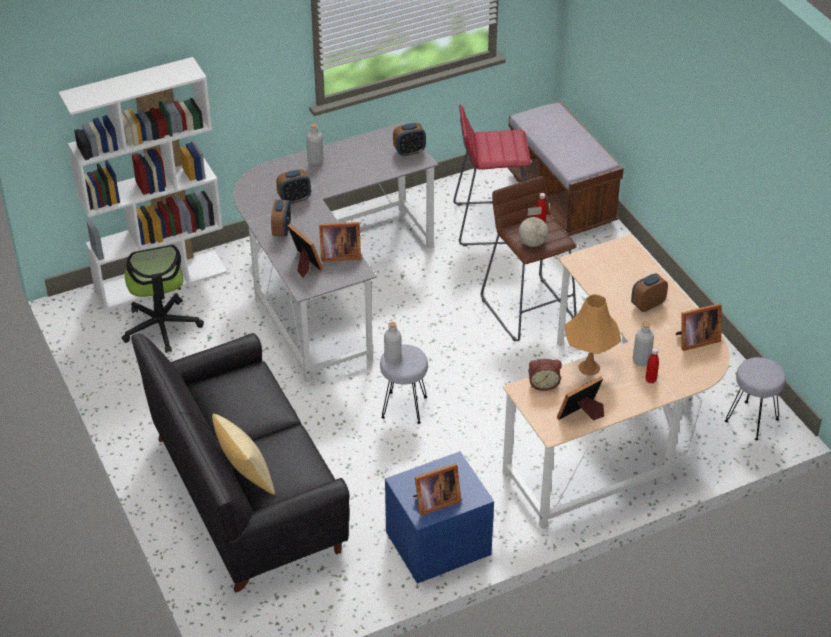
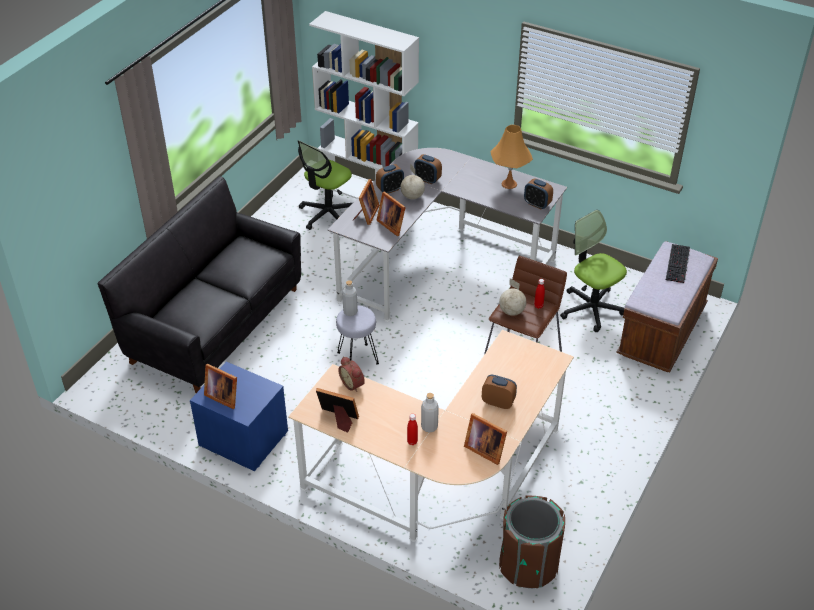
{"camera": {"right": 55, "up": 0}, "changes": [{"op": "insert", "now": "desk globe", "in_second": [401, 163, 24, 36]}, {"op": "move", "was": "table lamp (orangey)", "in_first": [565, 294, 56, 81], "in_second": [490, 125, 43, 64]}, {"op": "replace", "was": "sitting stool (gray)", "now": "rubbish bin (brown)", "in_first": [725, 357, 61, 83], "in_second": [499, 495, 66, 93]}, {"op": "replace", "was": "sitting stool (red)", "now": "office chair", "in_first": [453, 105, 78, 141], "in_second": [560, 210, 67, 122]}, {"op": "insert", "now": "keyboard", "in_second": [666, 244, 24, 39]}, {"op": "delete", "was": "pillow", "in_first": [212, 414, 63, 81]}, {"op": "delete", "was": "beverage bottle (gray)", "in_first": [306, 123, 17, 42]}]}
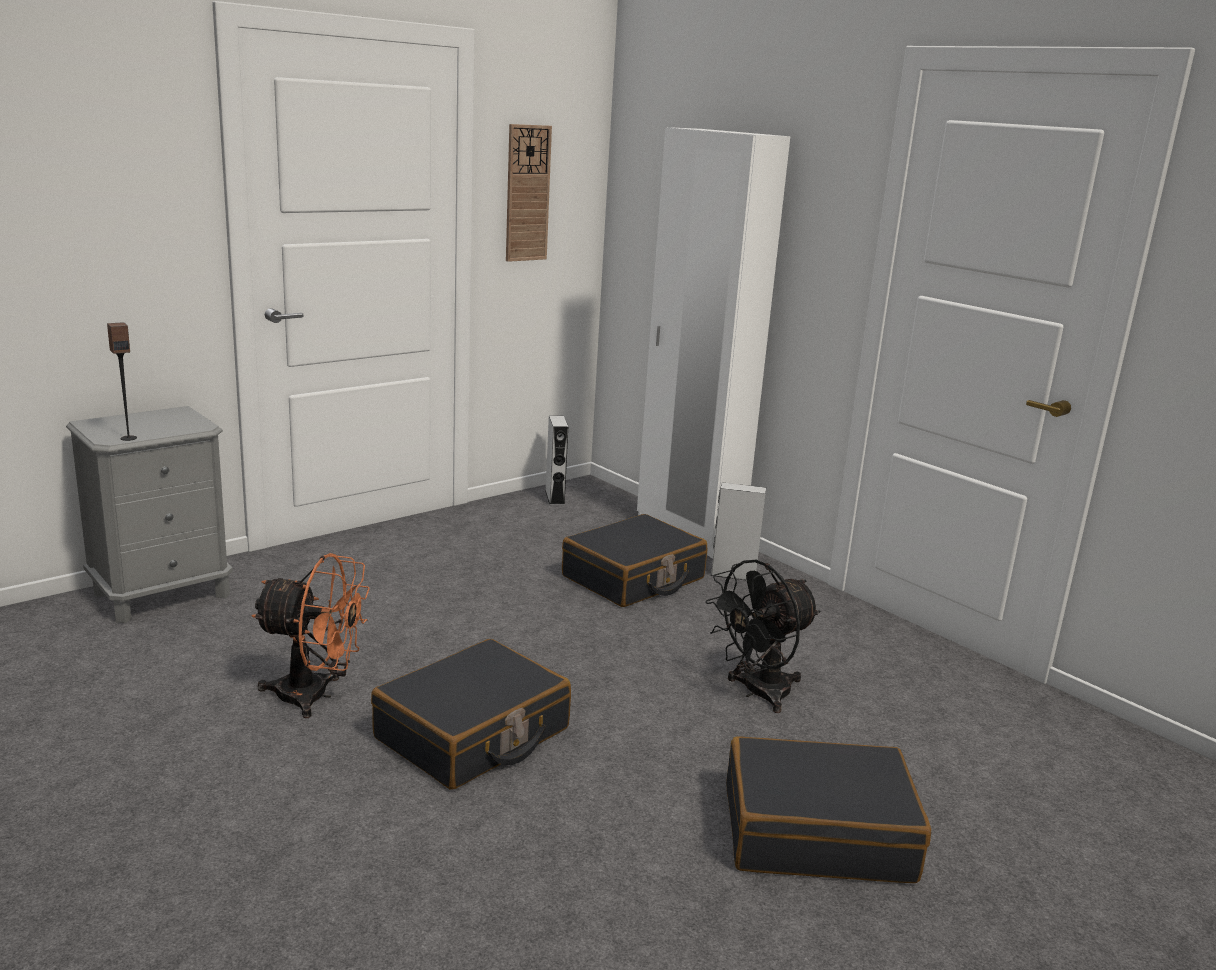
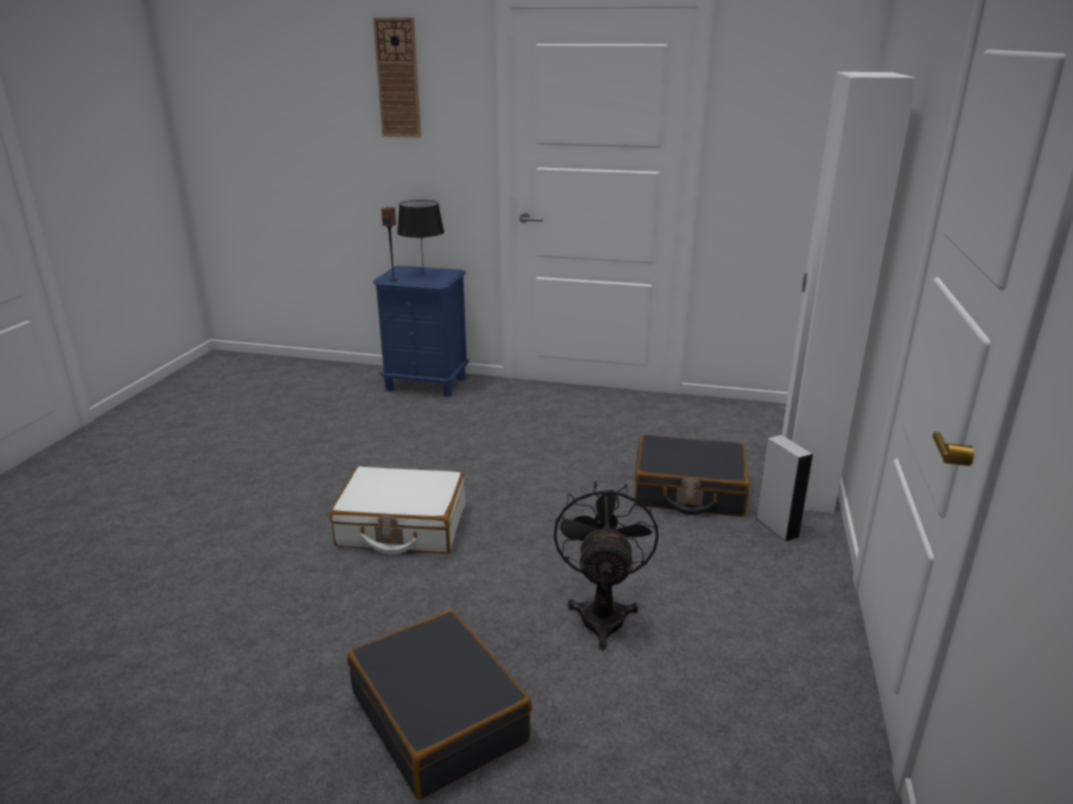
{"camera": {"right": 55, "up": 5}, "changes": [{"op": "recolor", "was": "piece of luggage (black-coloured)", "now": "piece of luggage (white)", "in_first": [371, 639, 200, 151], "in_second": [330, 466, 135, 89]}, {"op": "move", "was": "wall clock", "in_first": [506, 124, 46, 138], "in_second": [373, 17, 48, 121]}, {"op": "recolor", "was": "night table (gray)", "now": "night table (blue-coloured)", "in_first": [66, 406, 167, 217], "in_second": [373, 266, 96, 131]}, {"op": "insert", "now": "table lamp (black-coloured)", "in_second": [397, 200, 47, 74]}, {"op": "rotate", "was": "cooling fan (black-coloured)", "in_first": [705, 560, 115, 153], "in_second": [554, 481, 104, 169], "clockwise": 75}, {"op": "delete", "was": "cooling fan (orangey)", "in_first": [251, 553, 119, 165]}, {"op": "delete", "was": "loudspeaker (gray)", "in_first": [545, 415, 23, 90]}]}
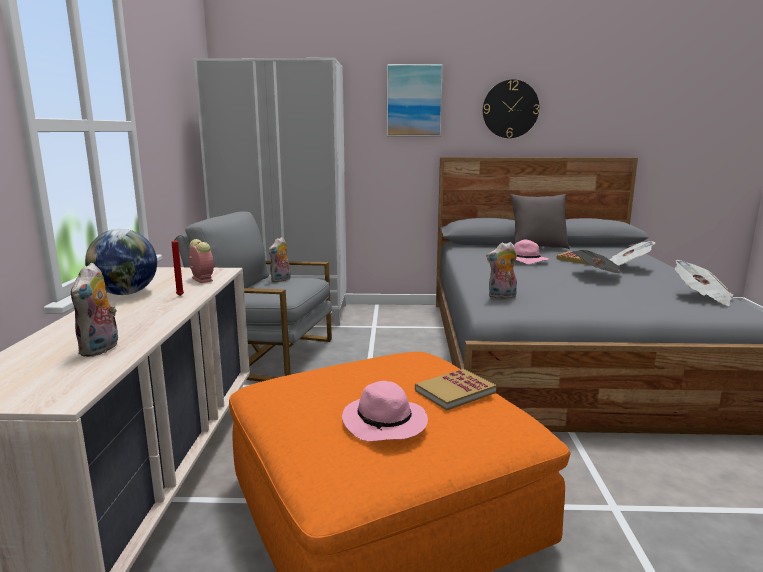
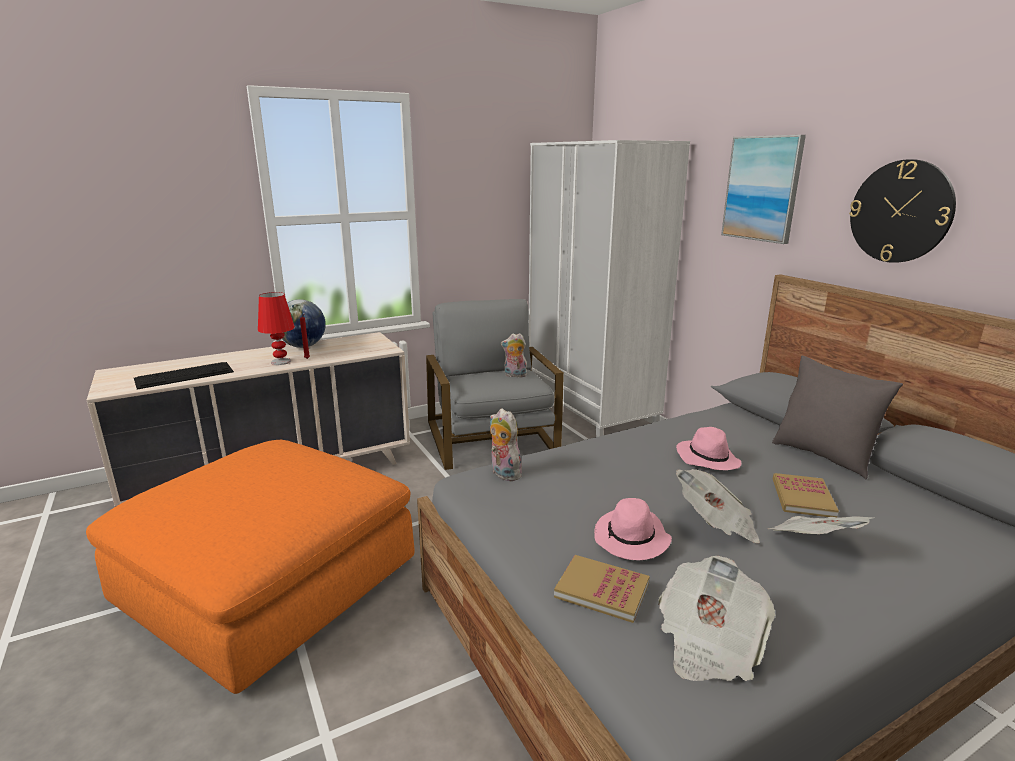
{"camera": {"right": 60, "up": 5}, "changes": [{"op": "replace", "was": "cuddly toy", "now": "keyboard", "in_first": [71, 262, 47, 95], "in_second": [134, 362, 100, 27]}, {"op": "insert", "now": "table lamp (red)", "in_second": [258, 292, 37, 73]}, {"op": "move", "was": "book", "in_first": [415, 369, 82, 41], "in_second": [554, 555, 96, 68]}, {"op": "move", "was": "clothing hat (pink-coloured)", "in_first": [342, 381, 86, 60], "in_second": [594, 498, 78, 62]}, {"op": "delete", "was": "table clock", "in_first": [189, 239, 25, 44]}]}
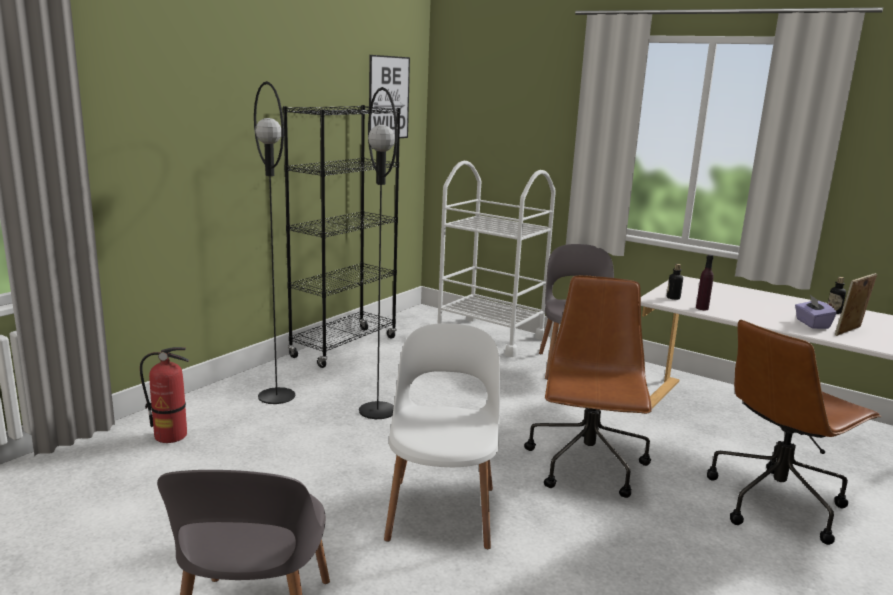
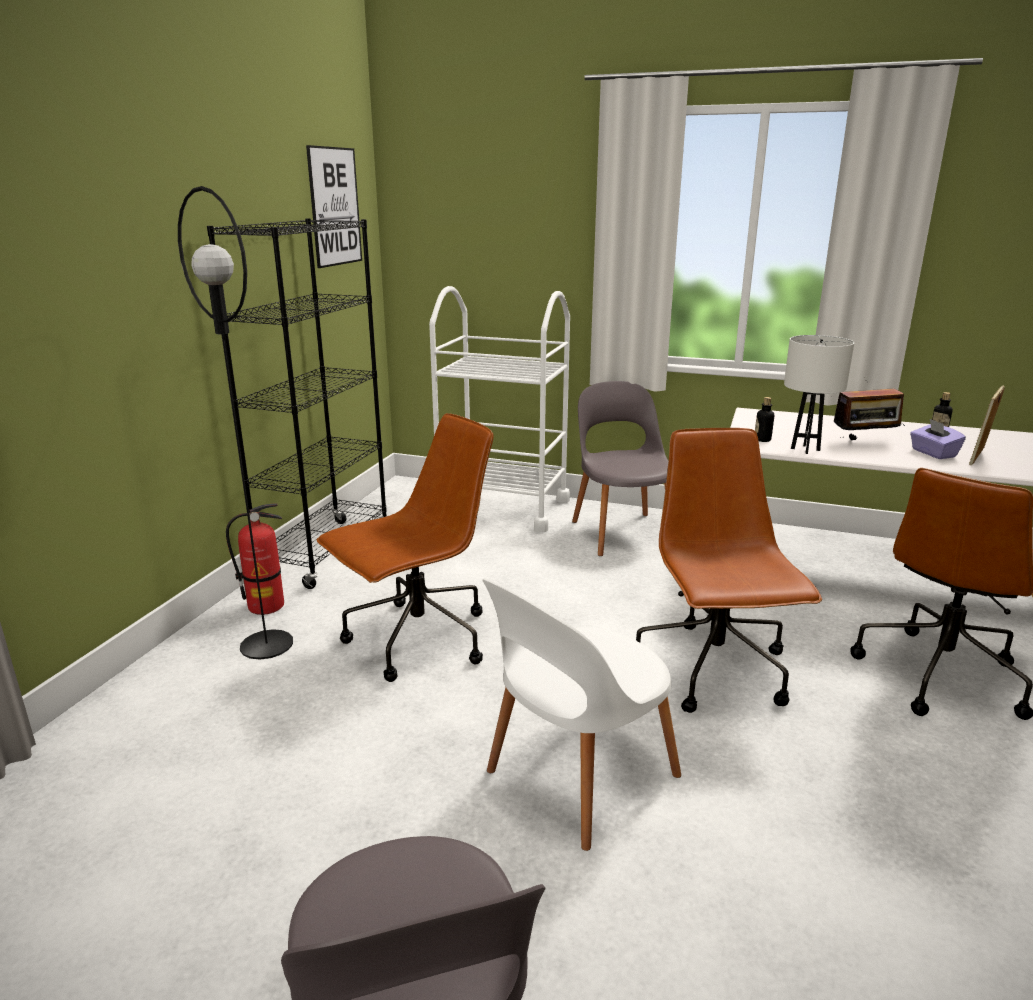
{"camera": {"right": -15, "up": 5}, "changes": [{"op": "move", "was": "fire-fighting cylinder", "in_first": [140, 347, 49, 96], "in_second": [226, 503, 58, 112]}, {"op": "replace", "was": "standard lamp (black-coloured)", "now": "office chair (brown)", "in_first": [359, 87, 39, 332], "in_second": [316, 413, 177, 269]}, {"op": "rotate", "was": "upright chair (white)", "in_first": [384, 323, 116, 226], "in_second": [482, 578, 199, 273], "clockwise": -120}, {"op": "replace", "was": "beverage bottle (purple-coloured)", "now": "table lamp (white)", "in_first": [696, 255, 18, 55], "in_second": [784, 335, 70, 119]}, {"op": "insert", "now": "radio receiver", "in_second": [834, 380, 71, 60]}]}
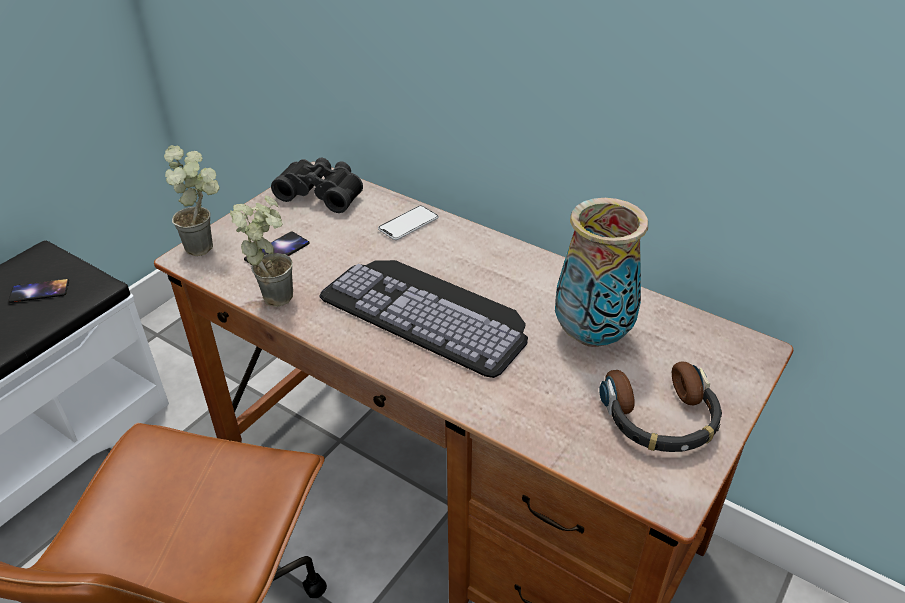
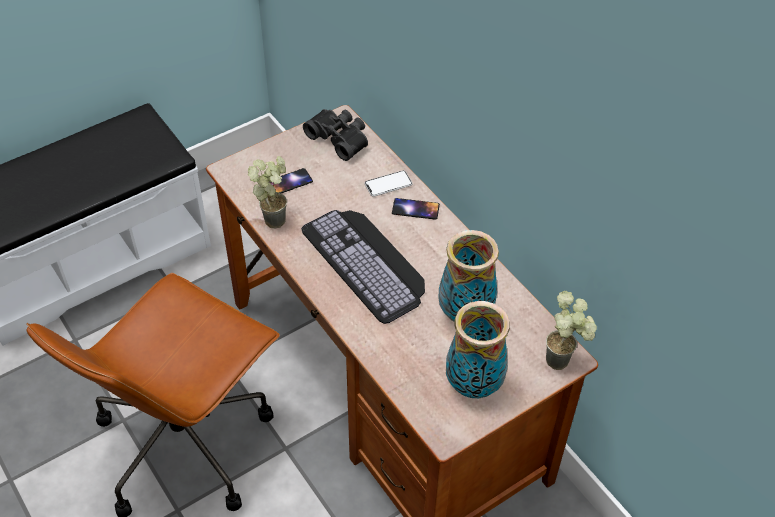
{"camera": {"right": 20, "up": 10}, "changes": [{"op": "move", "was": "handset", "in_first": [8, 279, 61, 24], "in_second": [392, 198, 48, 22]}, {"op": "replace", "was": "headset", "now": "flower vase", "in_first": [599, 362, 123, 90], "in_second": [446, 301, 64, 97]}, {"op": "move", "was": "potted plant", "in_first": [164, 145, 56, 111], "in_second": [546, 291, 51, 79]}]}
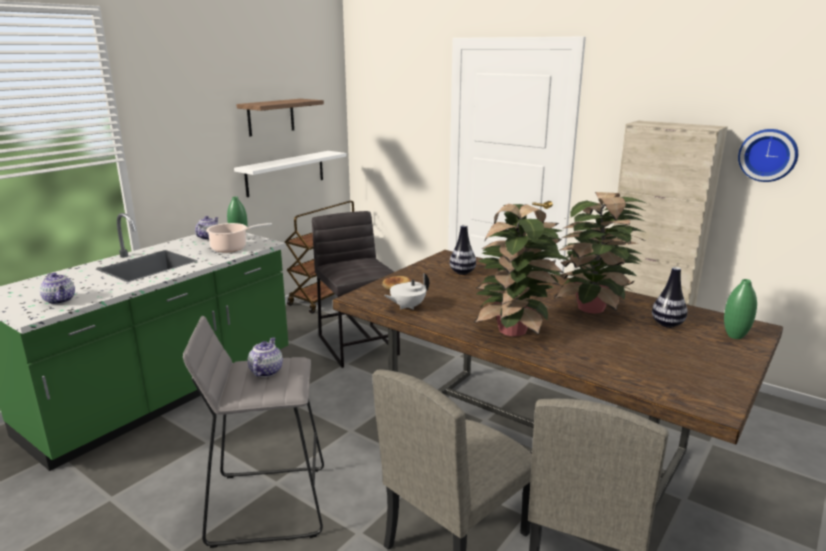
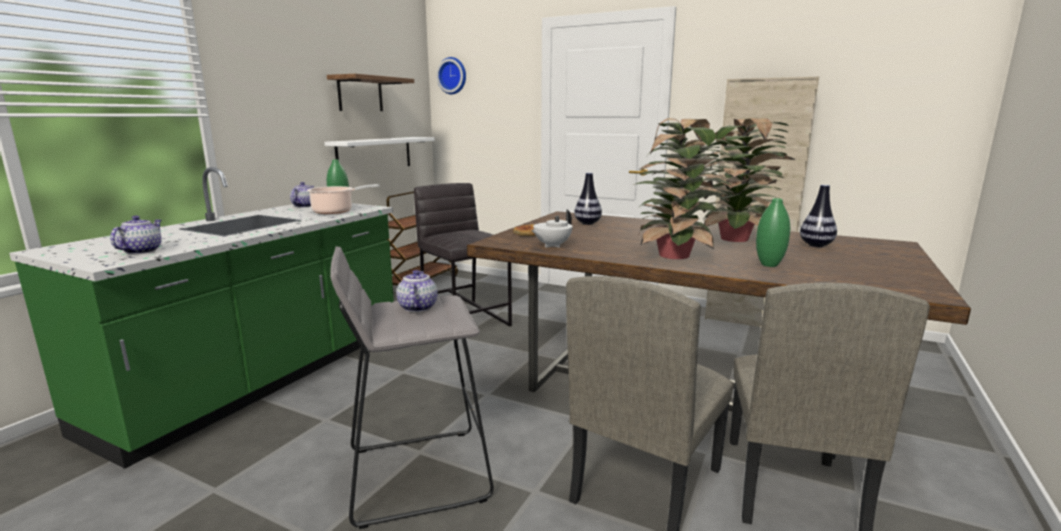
{"camera": {"right": -10, "up": -5}, "changes": [{"op": "rotate", "was": "pot for tea", "in_first": [40, 273, 35, 31], "in_second": [110, 216, 52, 38], "clockwise": -120}, {"op": "move", "was": "wall clock", "in_first": [738, 129, 60, 53], "in_second": [436, 57, 30, 37]}, {"op": "move", "was": "flower vase (greenish)", "in_first": [724, 279, 33, 60], "in_second": [756, 198, 34, 69]}]}
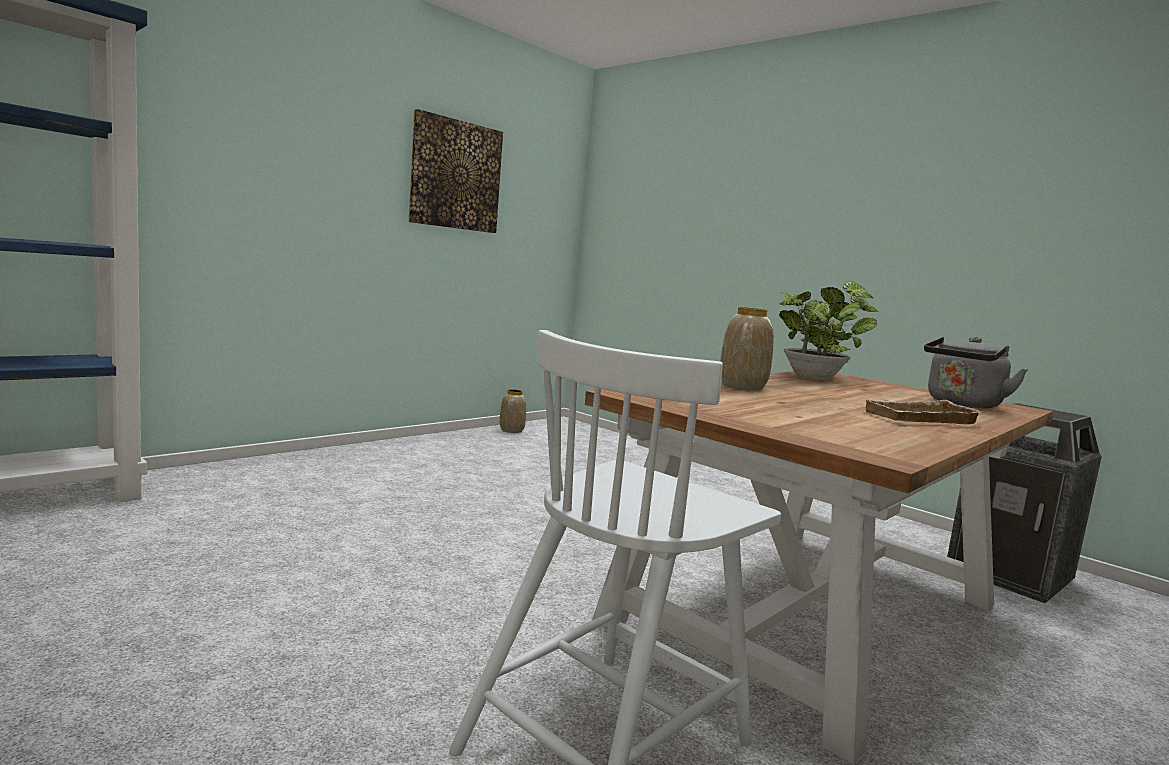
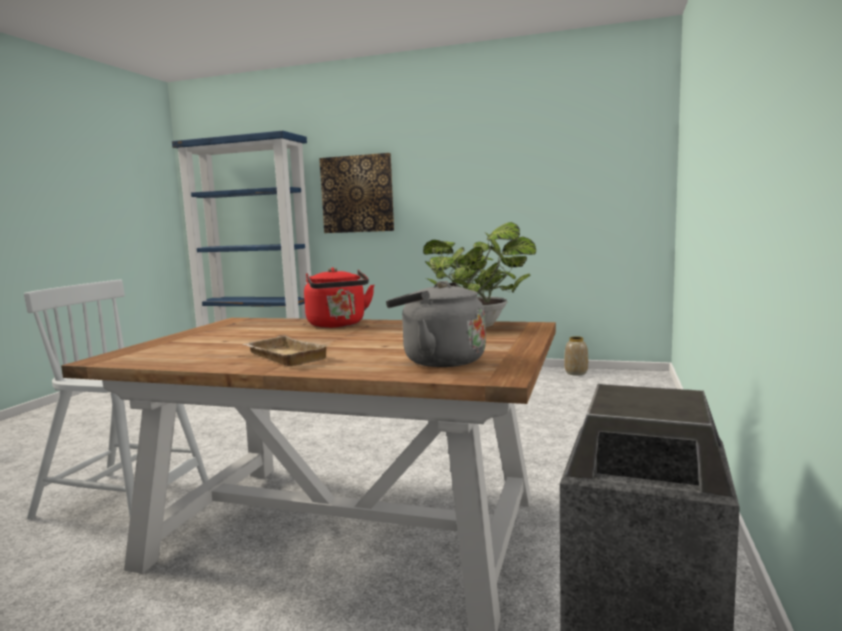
{"camera": {"right": 65, "up": 0}, "changes": [{"op": "replace", "was": "flower vase", "now": "water kettle (red)", "in_first": [720, 307, 54, 83], "in_second": [304, 267, 70, 61]}, {"op": "move", "was": "wall art", "in_first": [409, 109, 94, 124], "in_second": [319, 153, 75, 80]}]}
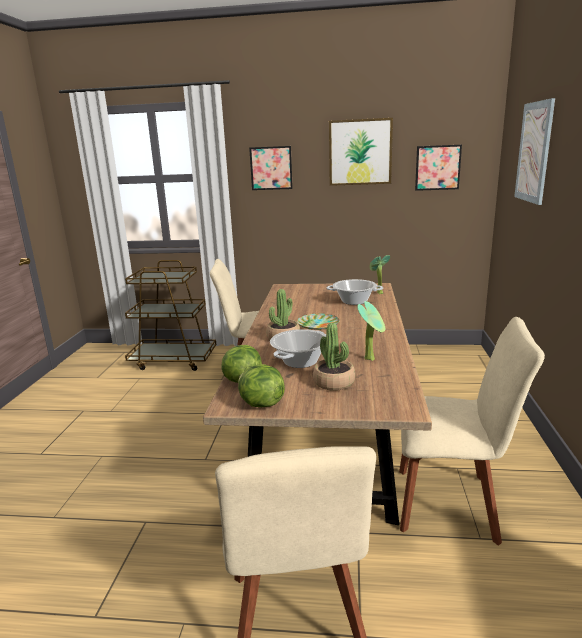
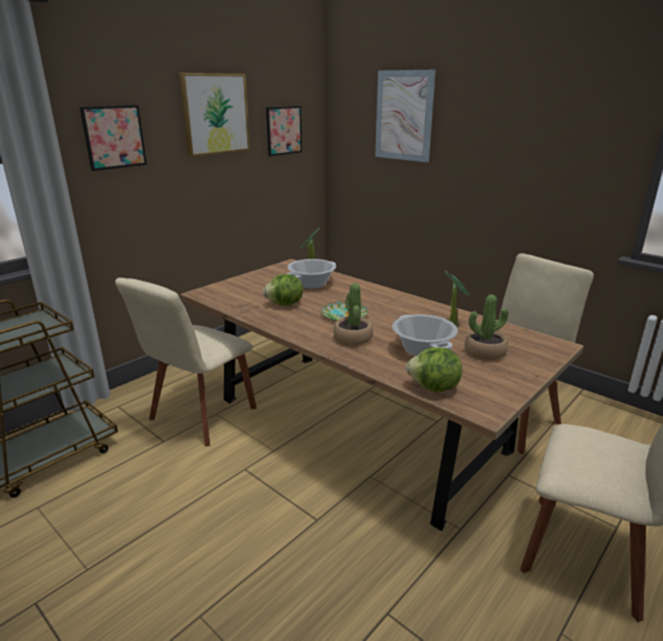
{"camera": {"right": -55, "up": 5}, "changes": [{"op": "move", "was": "head of lettuce", "in_first": [238, 364, 47, 43], "in_second": [263, 274, 40, 32]}]}
